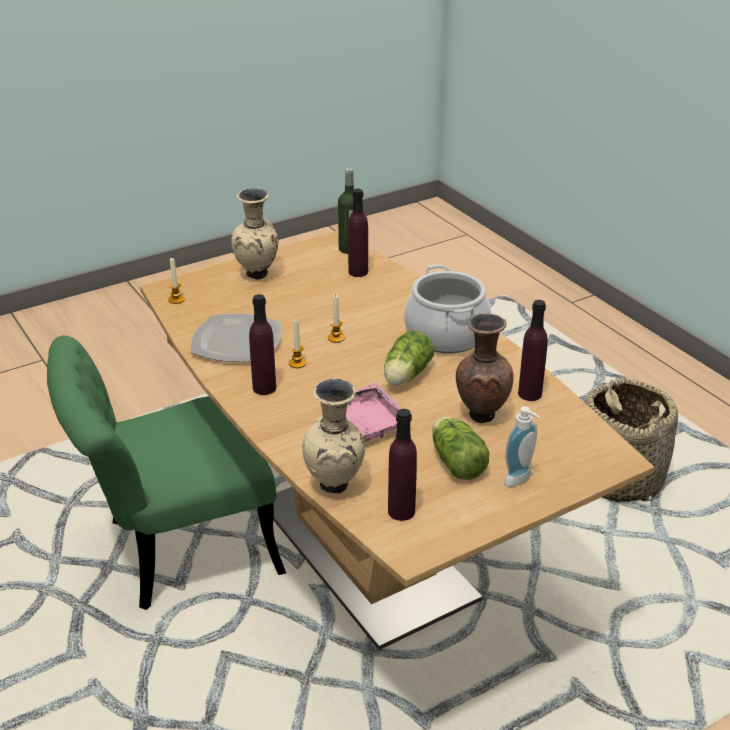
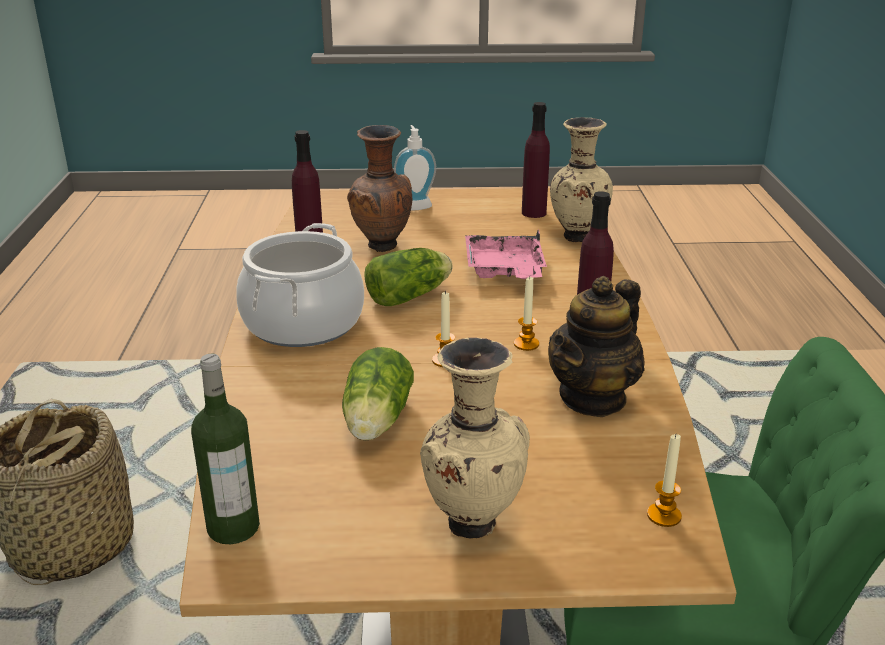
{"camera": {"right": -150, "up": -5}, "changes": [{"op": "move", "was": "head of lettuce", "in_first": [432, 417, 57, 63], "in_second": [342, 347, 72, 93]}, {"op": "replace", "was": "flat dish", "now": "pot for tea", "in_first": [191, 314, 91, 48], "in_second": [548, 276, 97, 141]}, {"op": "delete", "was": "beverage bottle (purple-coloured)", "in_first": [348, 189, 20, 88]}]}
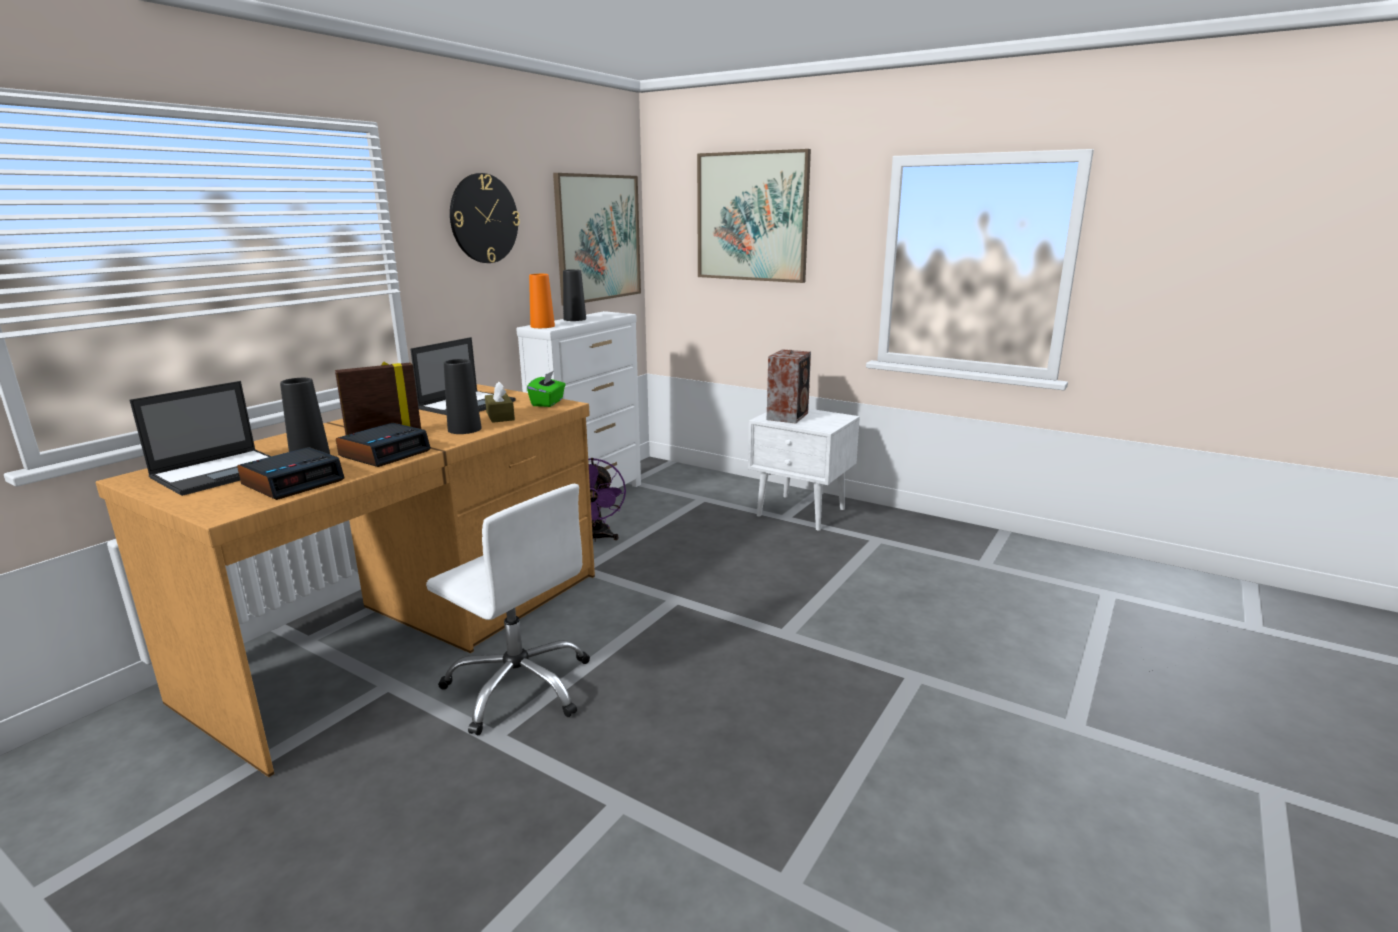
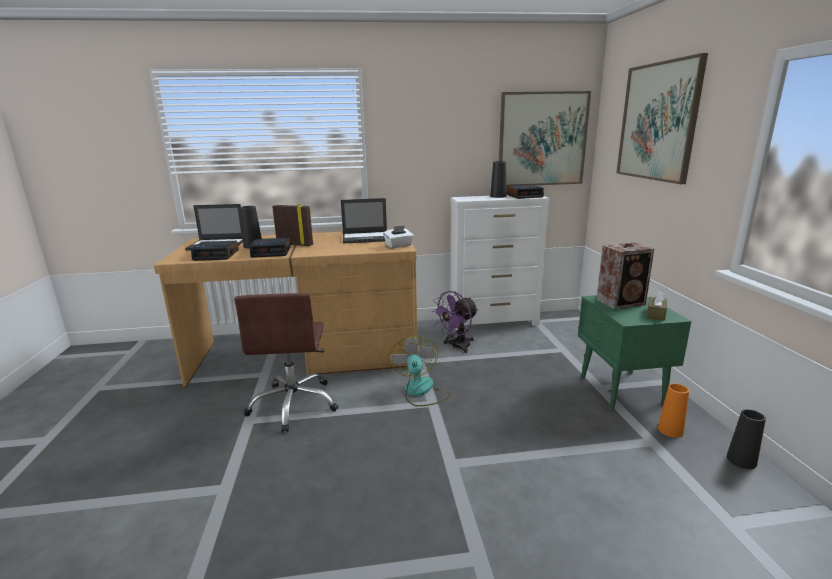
{"camera": {"right": 50, "up": 0}, "changes": [{"op": "recolor", "was": "office chair (white)", "now": "office chair (brown)", "in_first": [426, 484, 164, 251], "in_second": [234, 293, 104, 140]}, {"op": "recolor", "was": "box of tissues (greenish)", "now": "box of tissues (white)", "in_first": [527, 371, 39, 36], "in_second": [383, 225, 31, 23]}, {"op": "insert", "now": "cooling fan", "in_second": [389, 336, 61, 71]}, {"op": "insert", "now": "table clock", "in_second": [506, 185, 38, 14]}, {"op": "recolor", "was": "night table (white)", "now": "night table (greenish)", "in_first": [748, 409, 112, 122], "in_second": [578, 295, 113, 115]}, {"op": "move", "was": "box of tissues (brown)", "in_first": [485, 382, 30, 41], "in_second": [647, 291, 20, 30]}, {"op": "move", "was": "flower vase (orangey)", "in_first": [529, 274, 26, 54], "in_second": [658, 383, 31, 55]}, {"op": "move", "was": "flower vase (black-coloured)", "in_first": [444, 359, 38, 75], "in_second": [727, 409, 39, 60]}, {"op": "delete", "was": "wall clock", "in_first": [450, 173, 70, 90]}]}
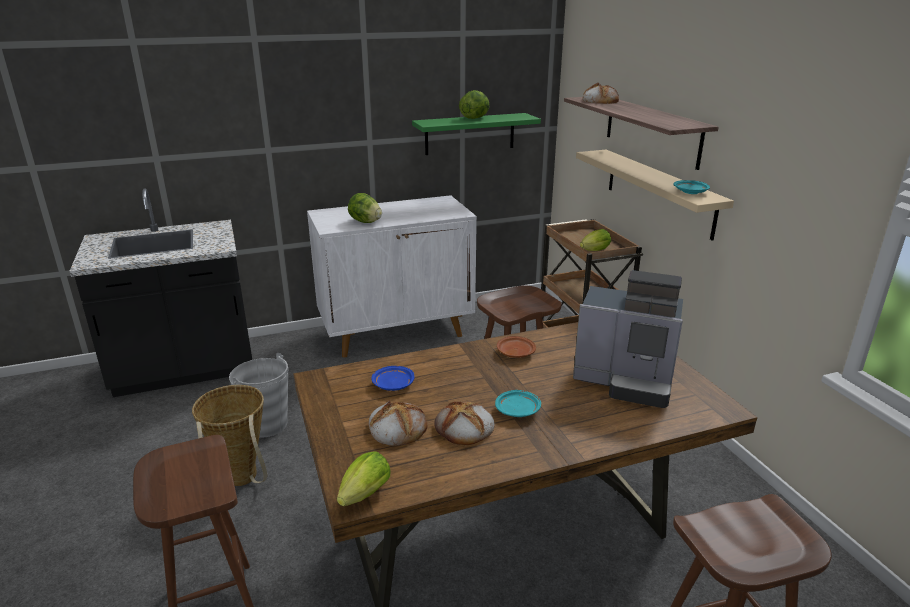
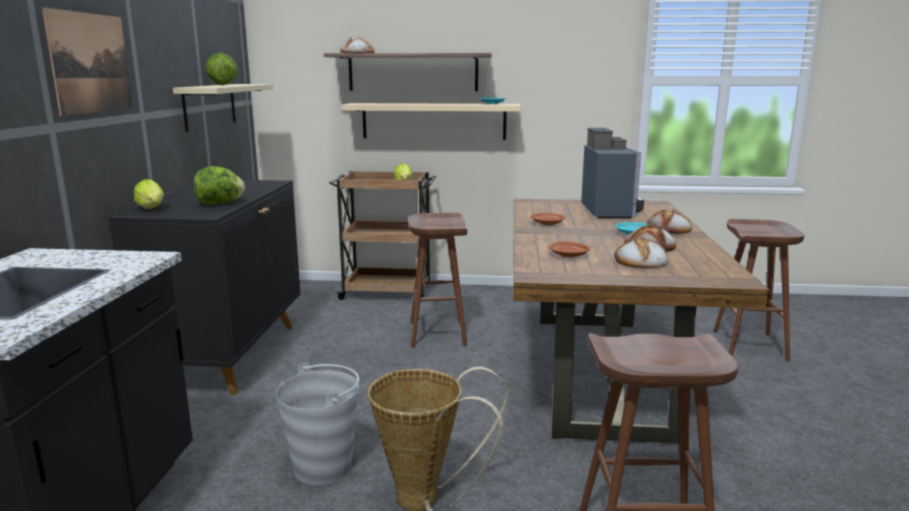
{"camera": {"right": -65, "up": -10}, "changes": [{"op": "insert", "now": "wall art", "in_second": [42, 7, 91, 109]}, {"op": "recolor", "was": "cupboard (white)", "now": "cupboard (black-coloured)", "in_first": [307, 195, 170, 163], "in_second": [109, 180, 191, 215]}, {"op": "move", "was": "head of lettuce", "in_first": [337, 451, 54, 55], "in_second": [134, 179, 30, 30]}, {"op": "recolor", "was": "bracket shelf (greenish)", "now": "bracket shelf (beige)", "in_first": [412, 113, 129, 42], "in_second": [173, 84, 100, 48]}, {"op": "recolor", "was": "flat dish (blue-coloured)", "now": "flat dish (brown)", "in_first": [371, 366, 44, 25], "in_second": [549, 241, 41, 17]}, {"op": "rotate", "was": "coffee machine", "in_first": [573, 270, 110, 138], "in_second": [581, 128, 63, 91], "clockwise": -45}, {"op": "insert", "now": "bread", "in_second": [647, 210, 46, 24]}]}
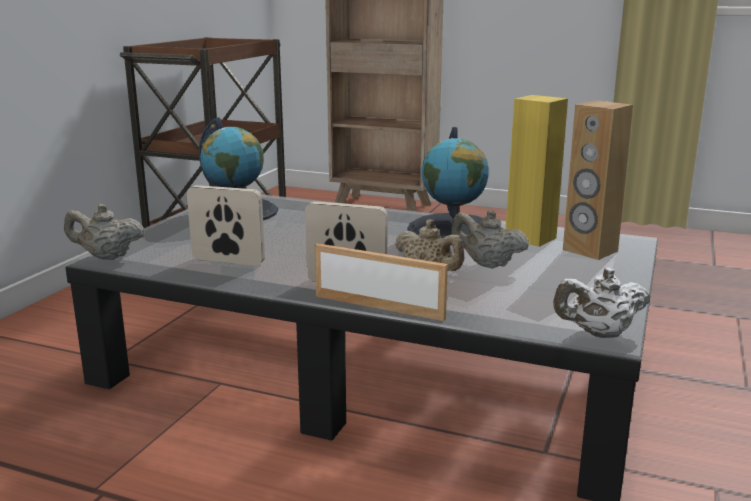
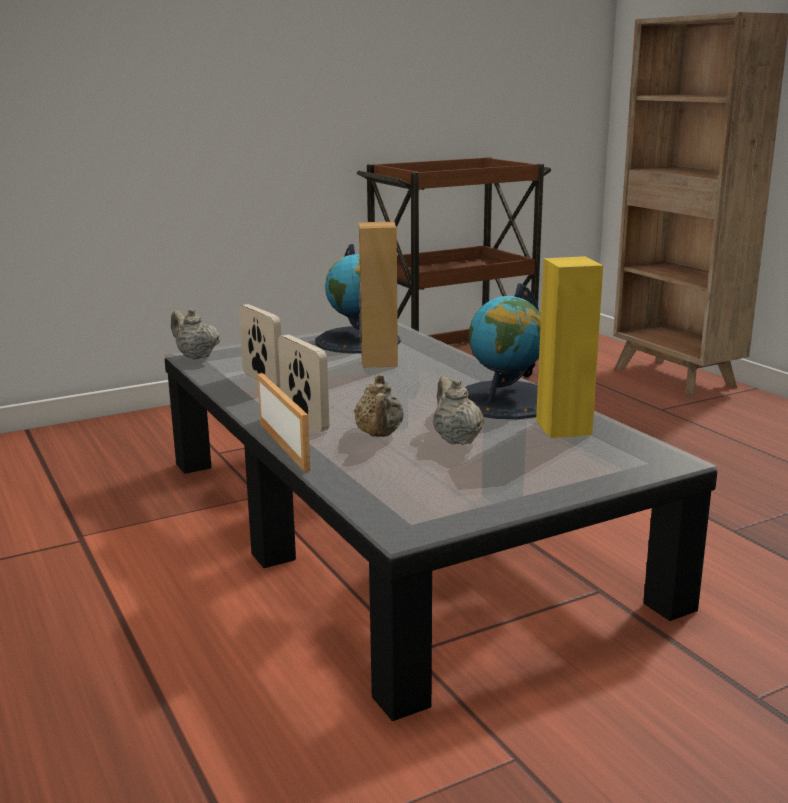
{"camera": {"right": 40, "up": 0}, "changes": [{"op": "move", "was": "loudspeaker (brown)", "in_first": [563, 100, 70, 160], "in_second": [359, 222, 39, 146]}, {"op": "delete", "was": "pot for tea (white)", "in_first": [553, 268, 97, 70]}]}
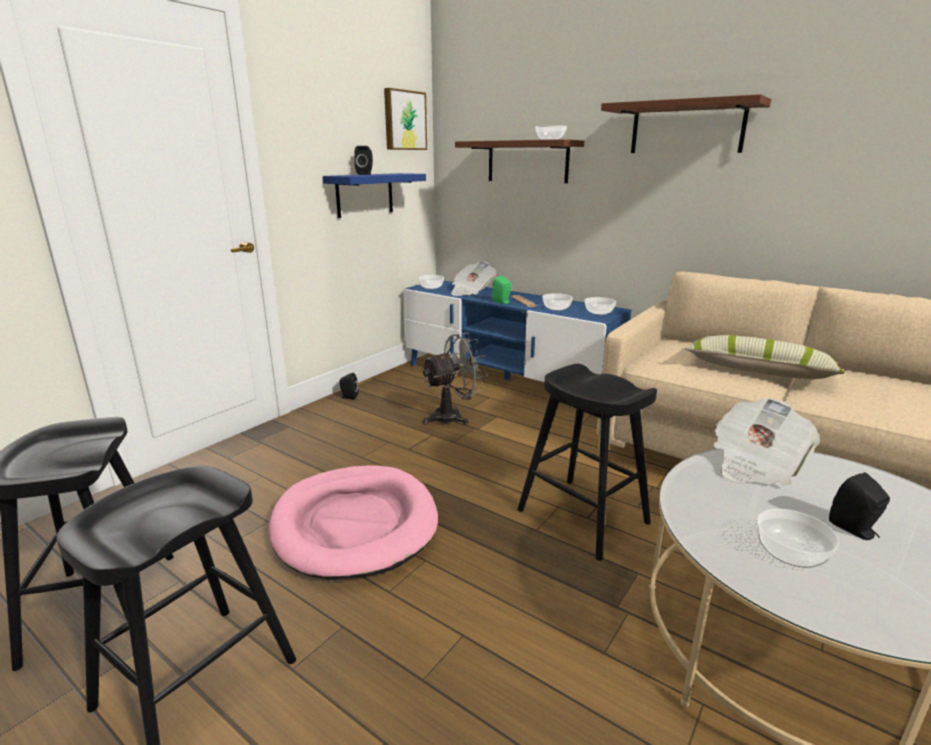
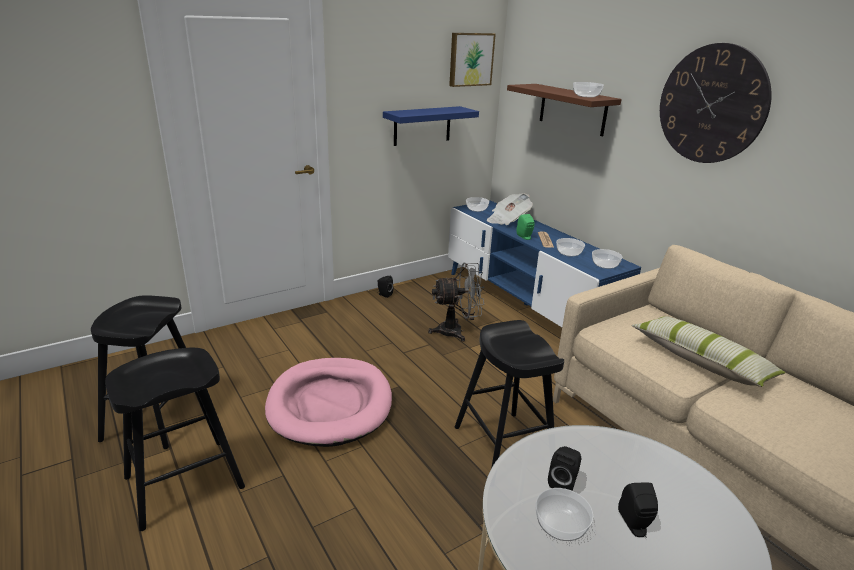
{"camera": {"right": 20, "up": 5}, "changes": [{"op": "move", "was": "loudspeaker (black-coloured)", "in_first": [354, 146, 19, 29], "in_second": [548, 446, 33, 44]}, {"op": "replace", "was": "bracket shelf (brown)", "now": "wall clock", "in_first": [601, 94, 170, 59], "in_second": [660, 43, 111, 120]}, {"op": "delete", "was": "printed paper", "in_first": [714, 398, 106, 88]}]}
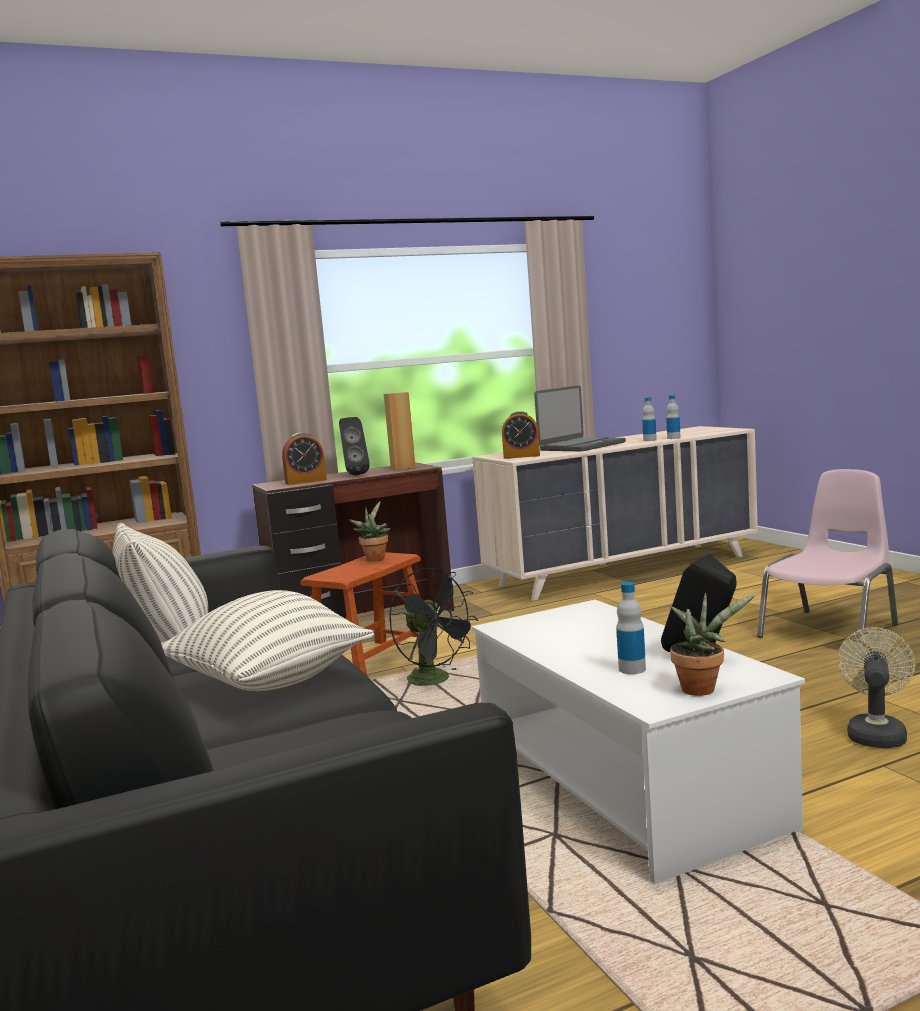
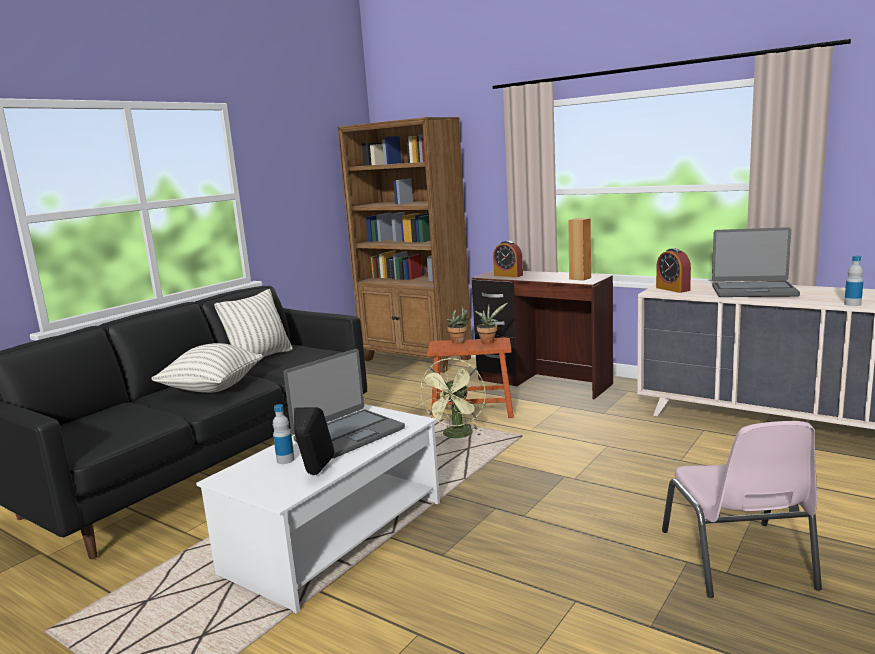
{"camera": {"right": 60, "up": 5}, "changes": [{"op": "insert", "now": "notebook computer", "in_second": [283, 349, 122, 109]}, {"op": "recolor", "was": "cooling fan (black-coloured)", "now": "cooling fan (greenish)", "in_first": [389, 568, 89, 118], "in_second": [418, 358, 68, 80]}, {"op": "move", "was": "potted plant", "in_first": [670, 593, 86, 103], "in_second": [447, 307, 23, 37]}, {"op": "rotate", "was": "upright chair (pink-coloured)", "in_first": [757, 469, 141, 177], "in_second": [662, 421, 160, 177], "clockwise": 75}, {"op": "delete", "was": "loudspeaker (black-coloured)", "in_first": [339, 417, 31, 59]}, {"op": "delete", "was": "beverage bottle", "in_first": [642, 397, 15, 44]}, {"op": "delete", "was": "cooling fan (beige)", "in_first": [837, 627, 78, 121]}]}
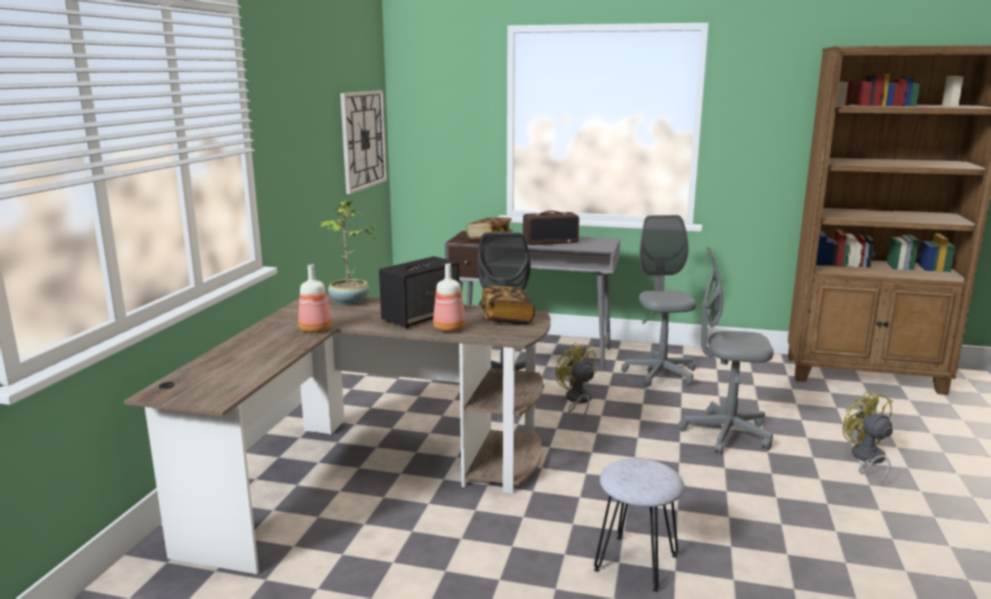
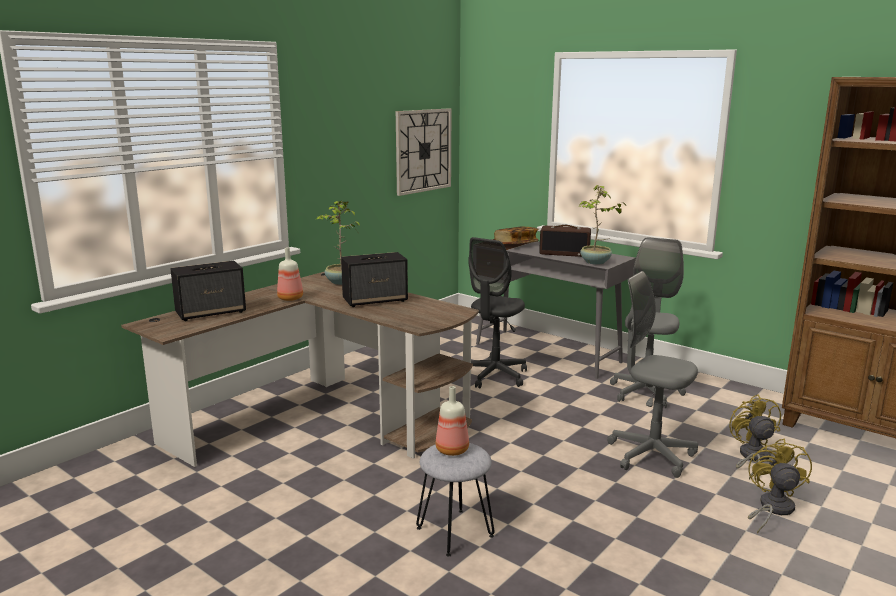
{"camera": {"right": 25, "up": 0}, "changes": [{"op": "insert", "now": "loudspeaker", "in_second": [171, 261, 75, 60]}, {"op": "move", "was": "beverage bottle", "in_first": [433, 263, 33, 69], "in_second": [436, 386, 33, 70]}, {"op": "insert", "now": "potted plant", "in_second": [579, 185, 47, 80]}, {"op": "move", "was": "cooling fan (yellowish)", "in_first": [555, 342, 42, 77], "in_second": [729, 395, 52, 84]}, {"op": "delete", "was": "book", "in_first": [481, 286, 54, 39]}]}
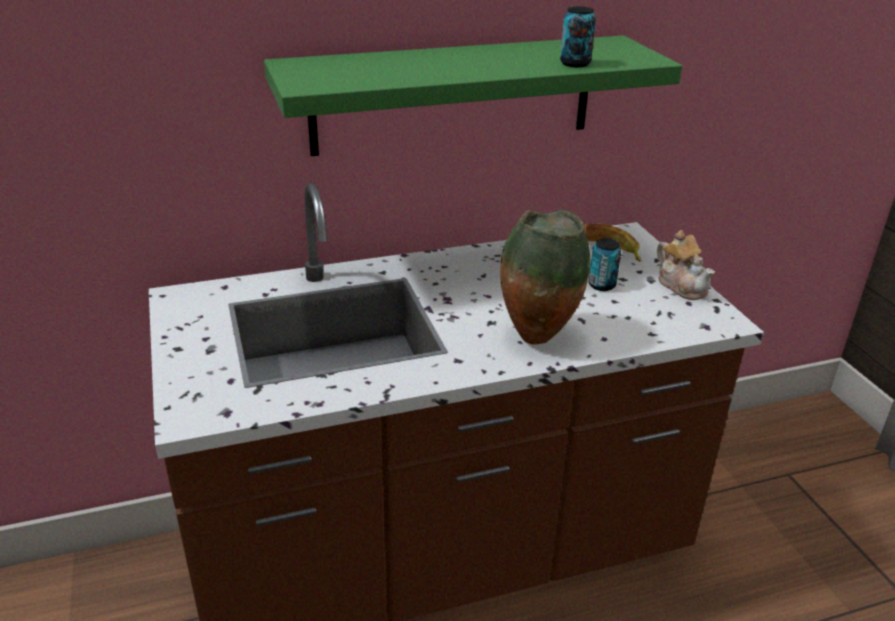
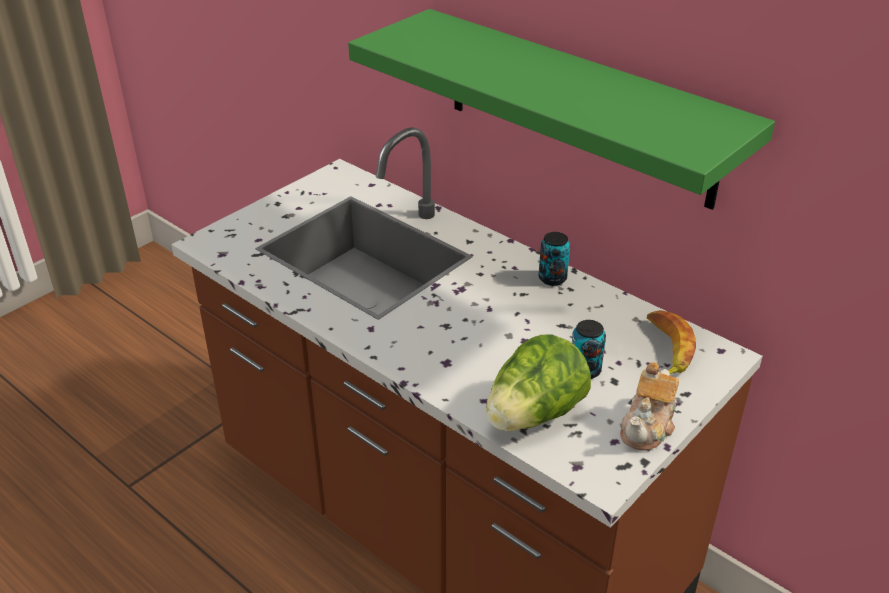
{"camera": {"right": 60, "up": 5}, "changes": [{"op": "insert", "now": "head of lettuce", "in_second": [486, 335, 105, 96]}, {"op": "move", "was": "can", "in_first": [560, 6, 36, 61], "in_second": [539, 232, 31, 54]}, {"op": "delete", "was": "flower vase", "in_first": [500, 210, 91, 135]}]}
